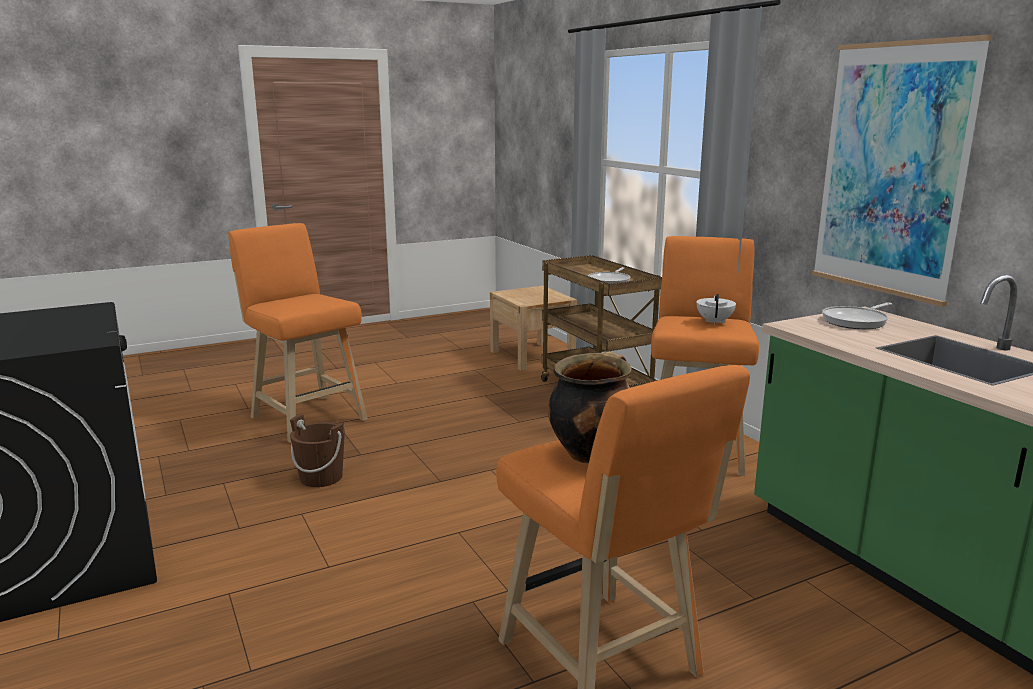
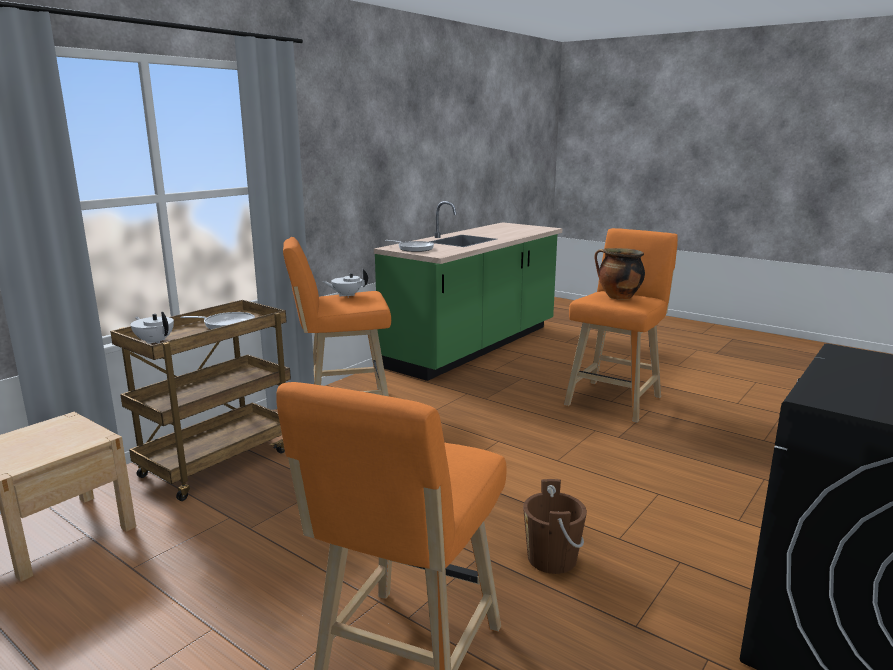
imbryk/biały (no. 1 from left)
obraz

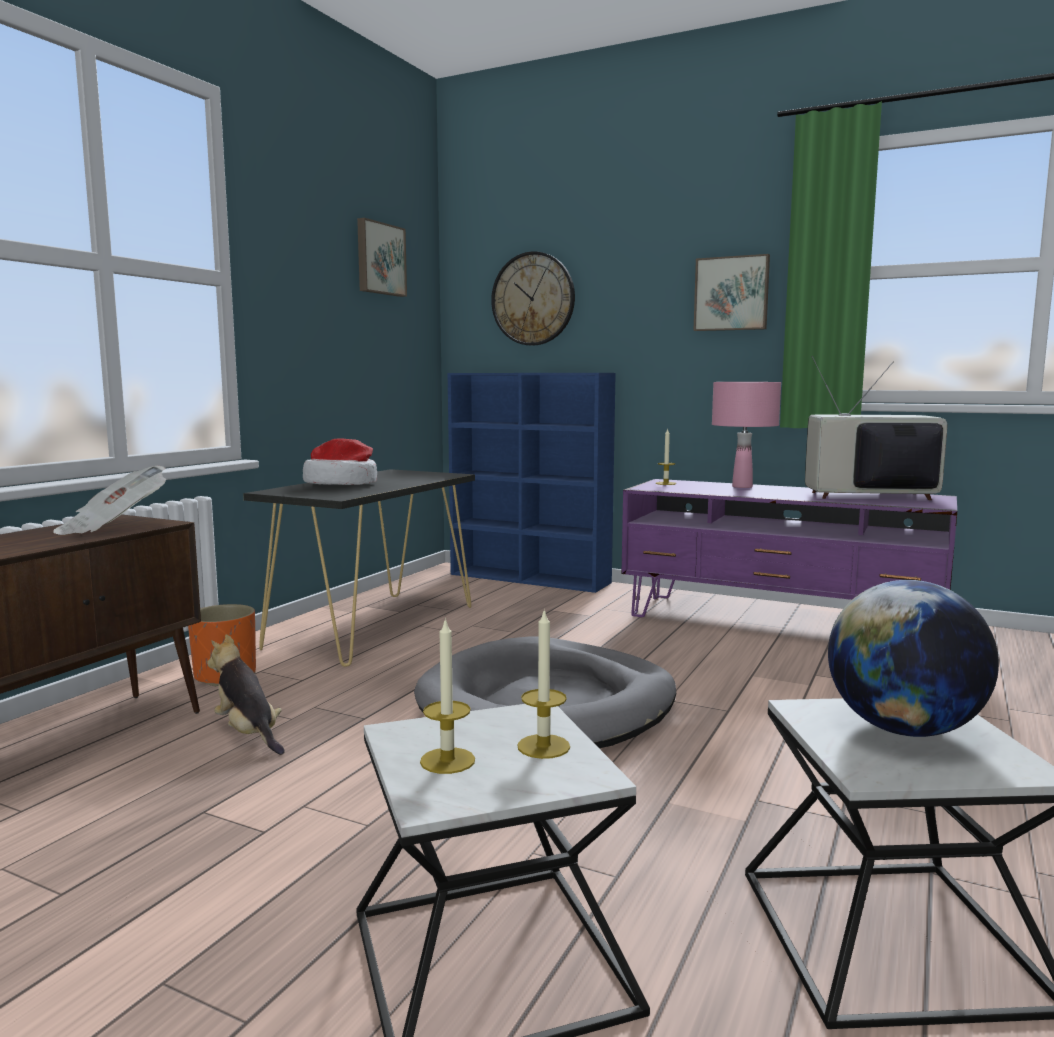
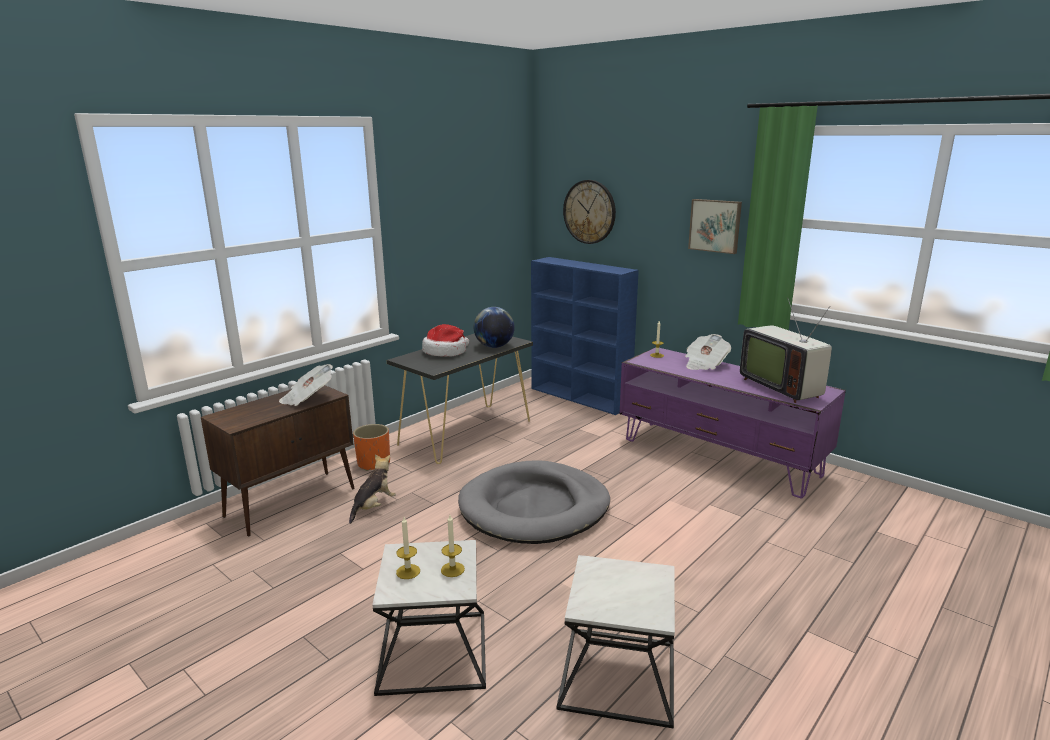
pluszak
globus
gazeta (no. 2 from left)
telewizor
obraz (no. 1 from left in the first image)

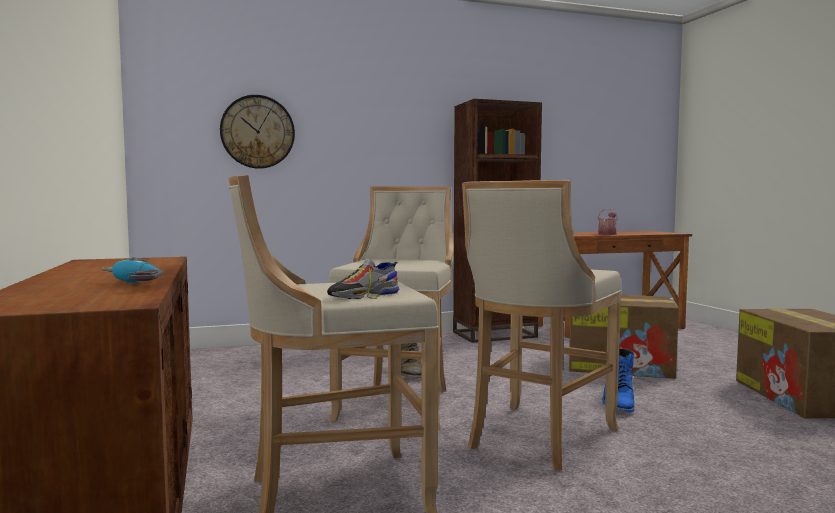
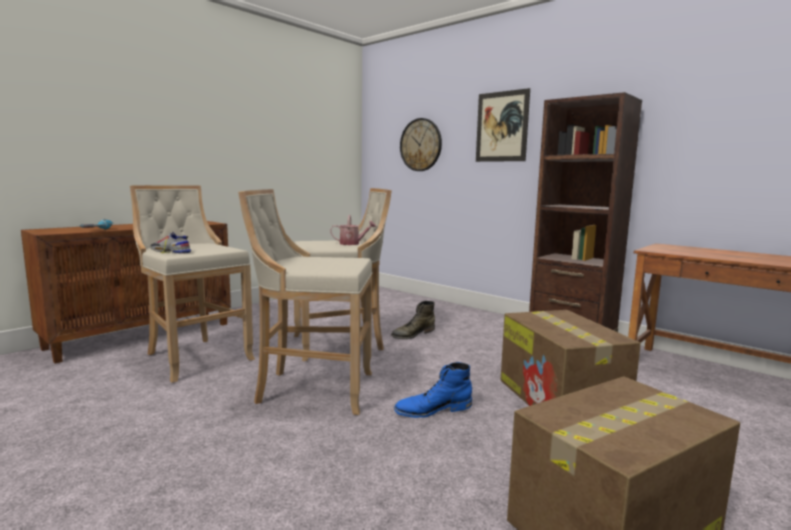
konewka
obraz

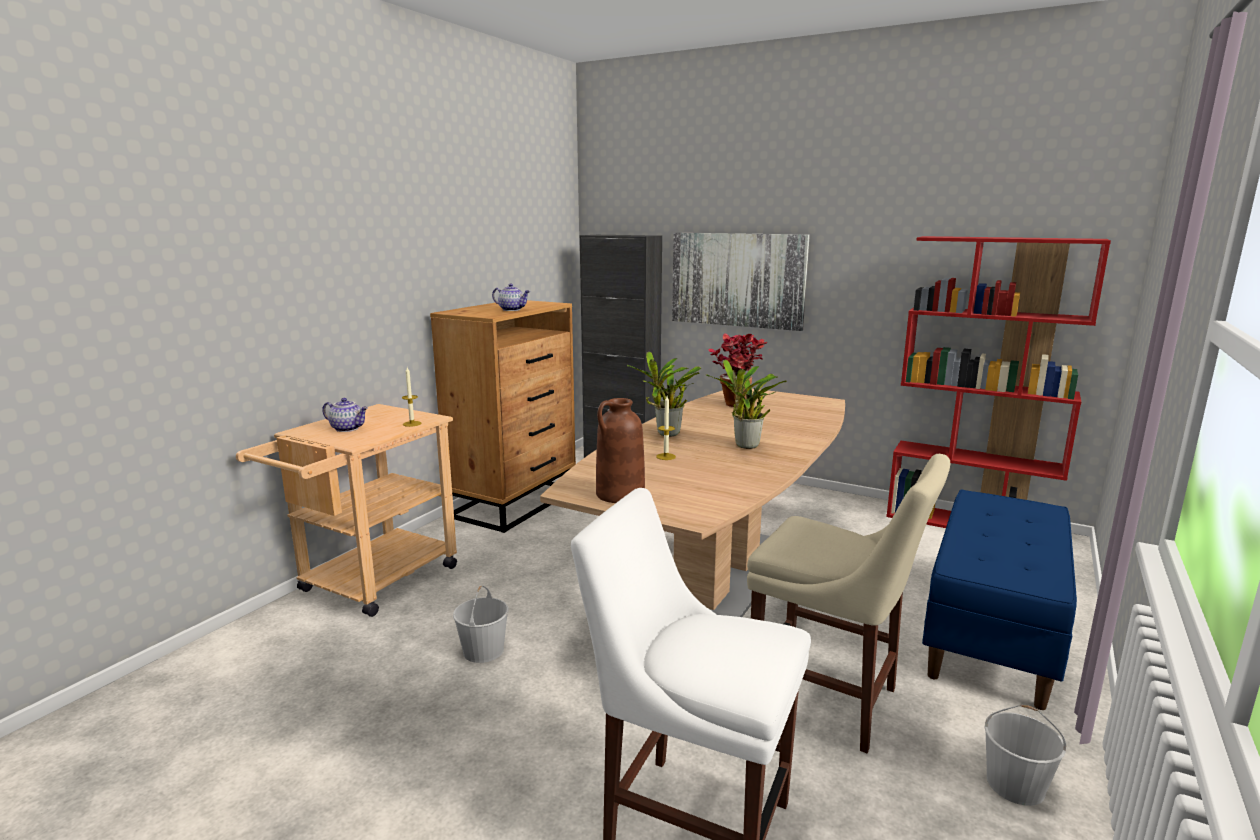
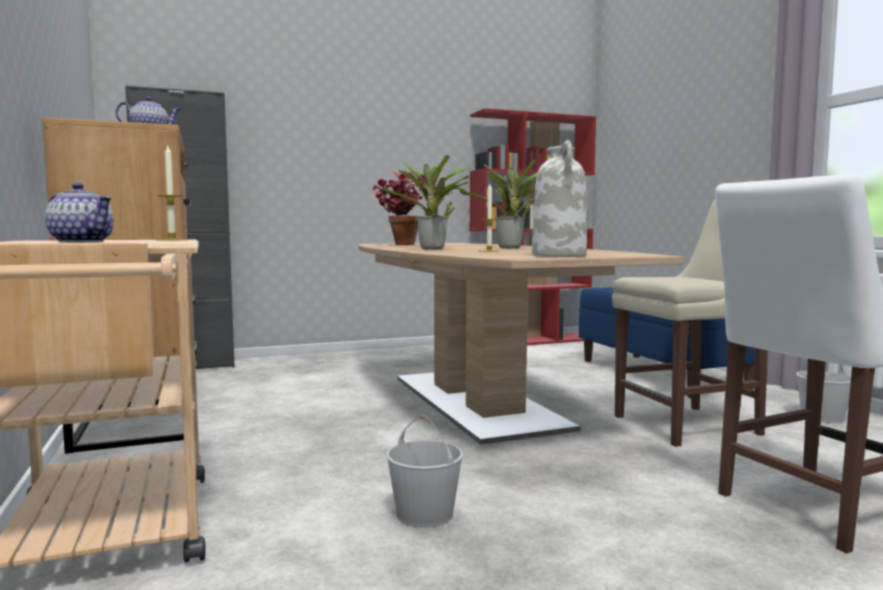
imbryk (no. 1 from left)
wazon/biały
obraz

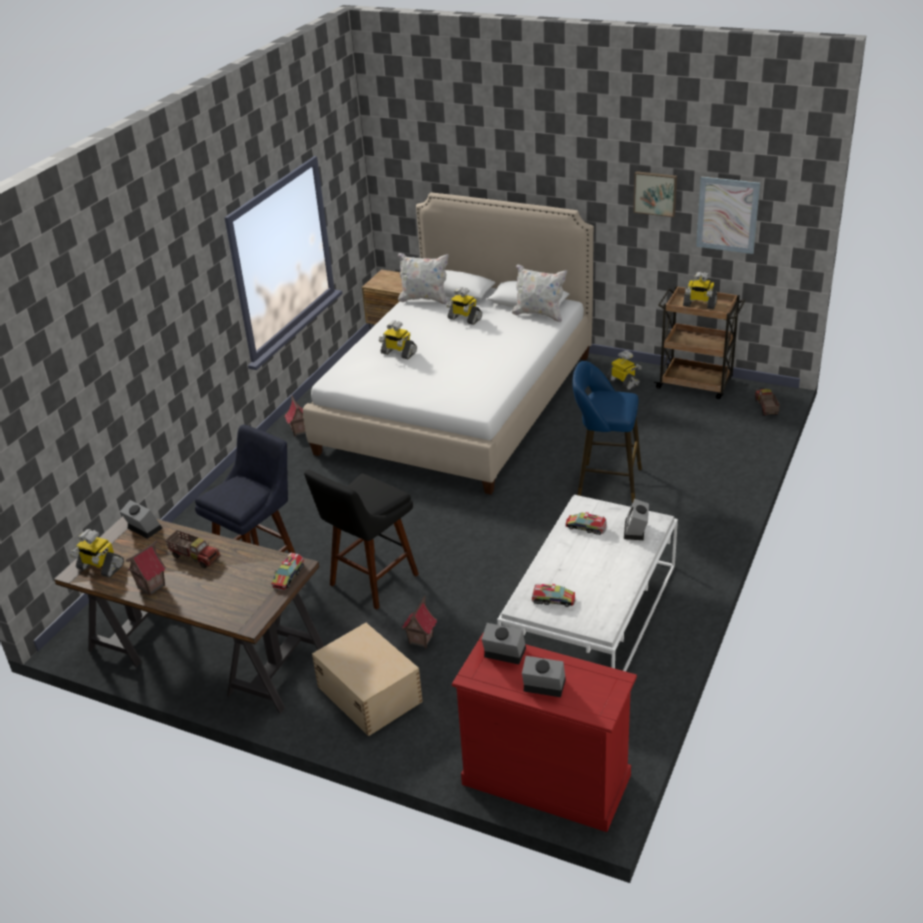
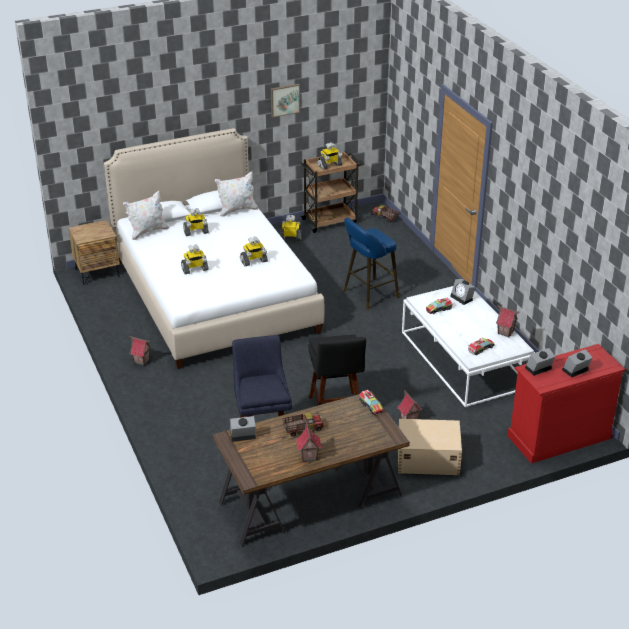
robot zabawkowy (no. 3 from left)
domek (no. 4 from left)
obraz (no. 2 from left in the first image)

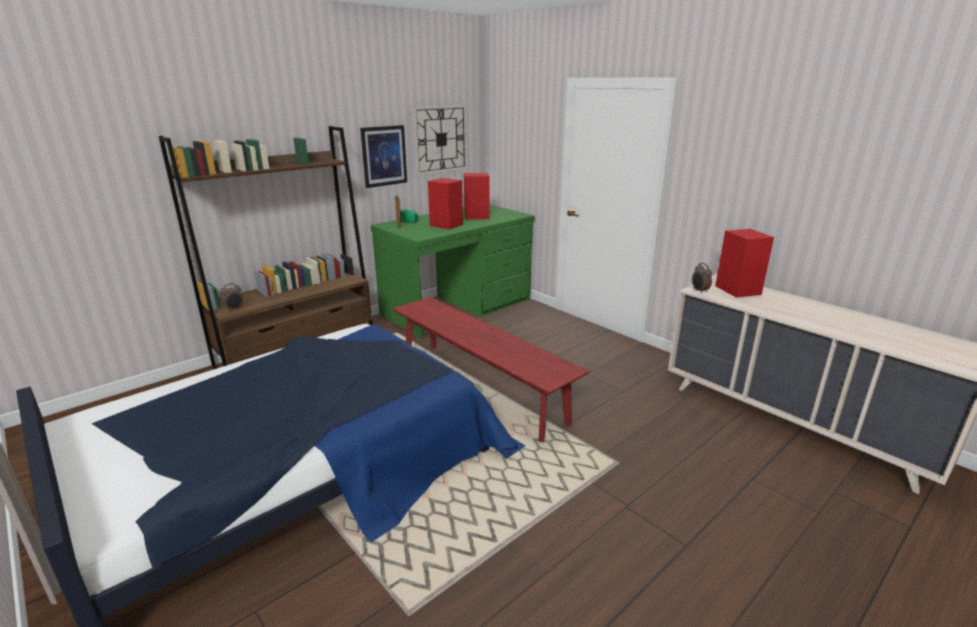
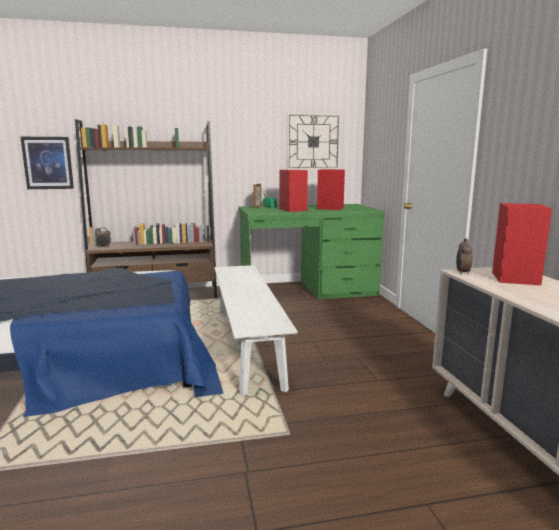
obraz
ławka/biały

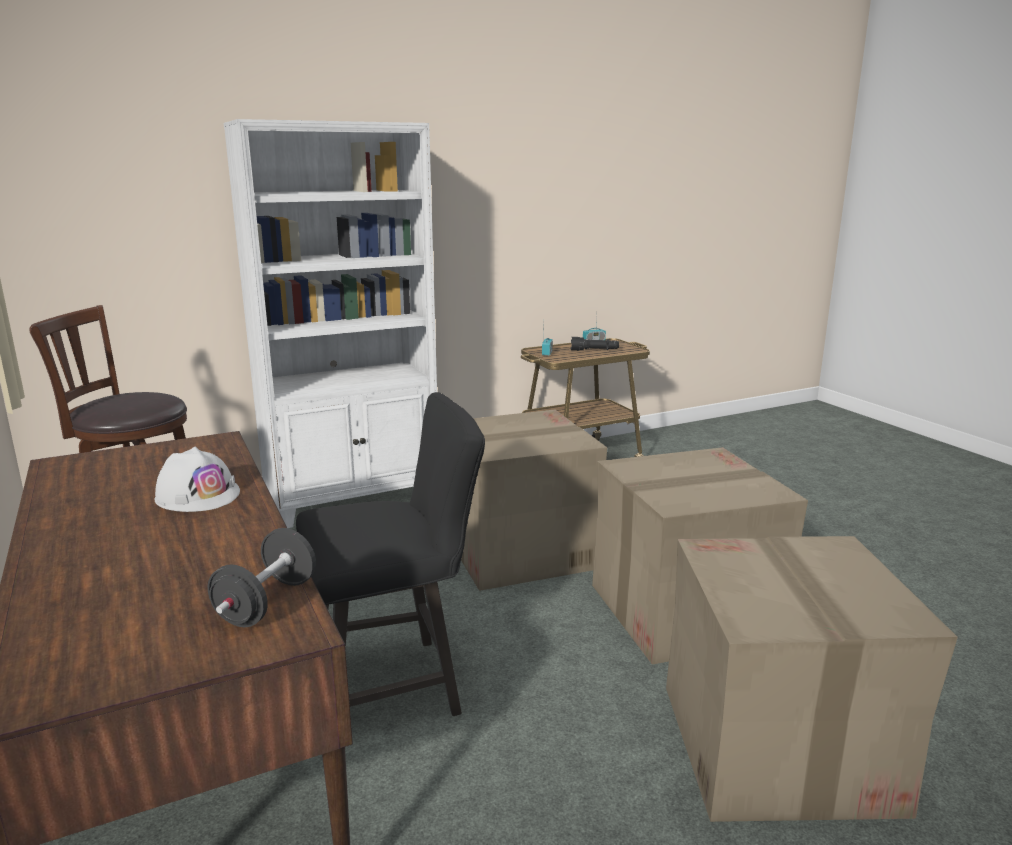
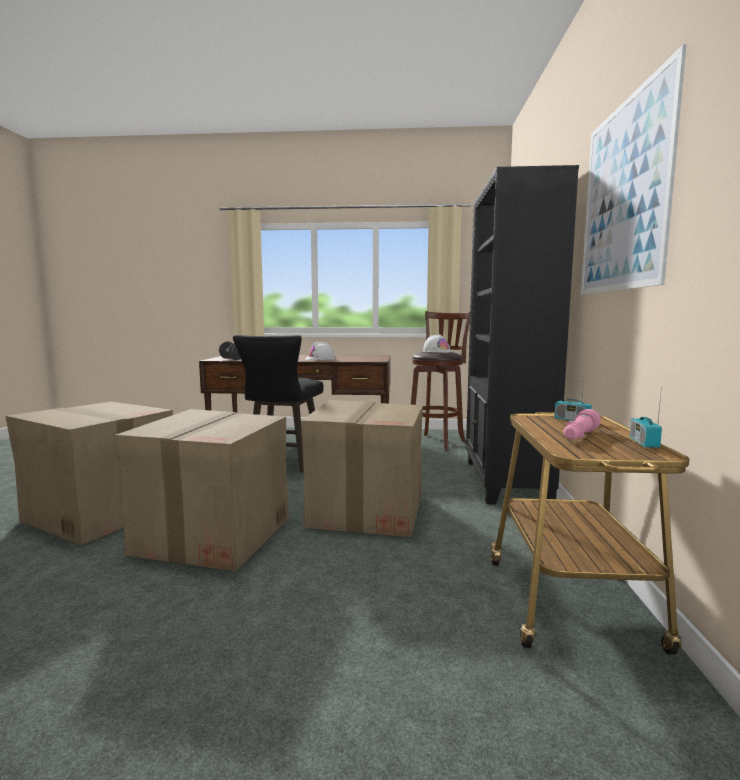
kask/biały (no. 2 from left)
regał/czarny
latarka/różowy
obraz

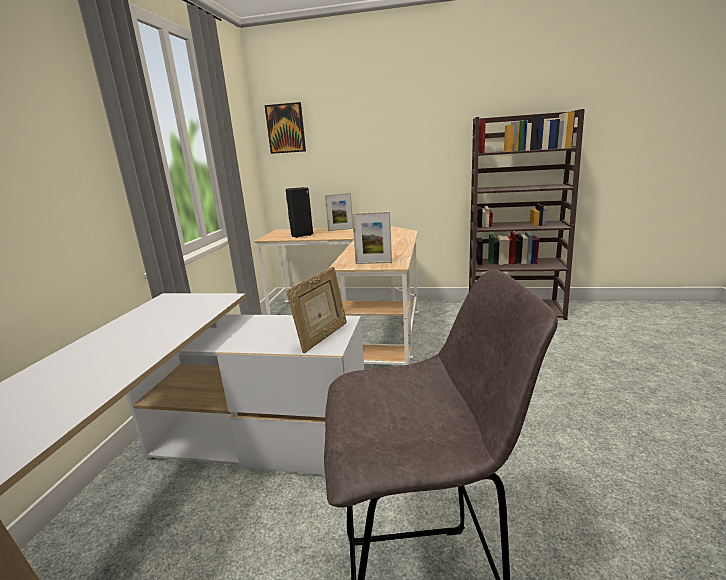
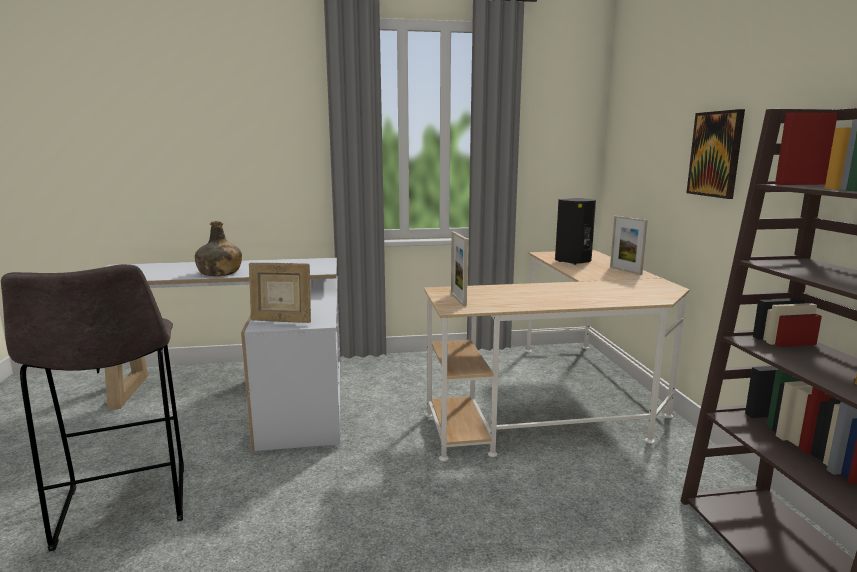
butelka/zielony
obraz

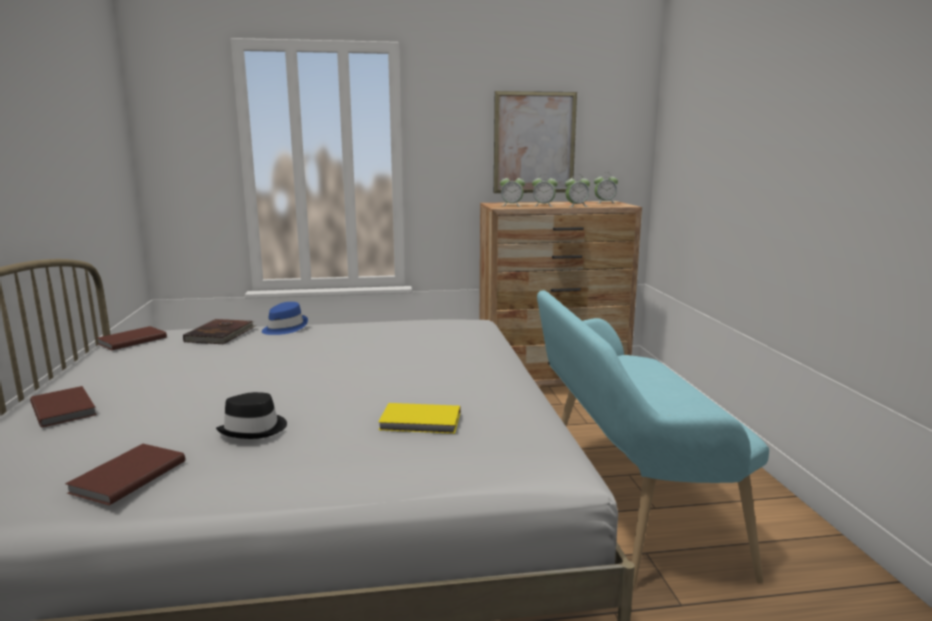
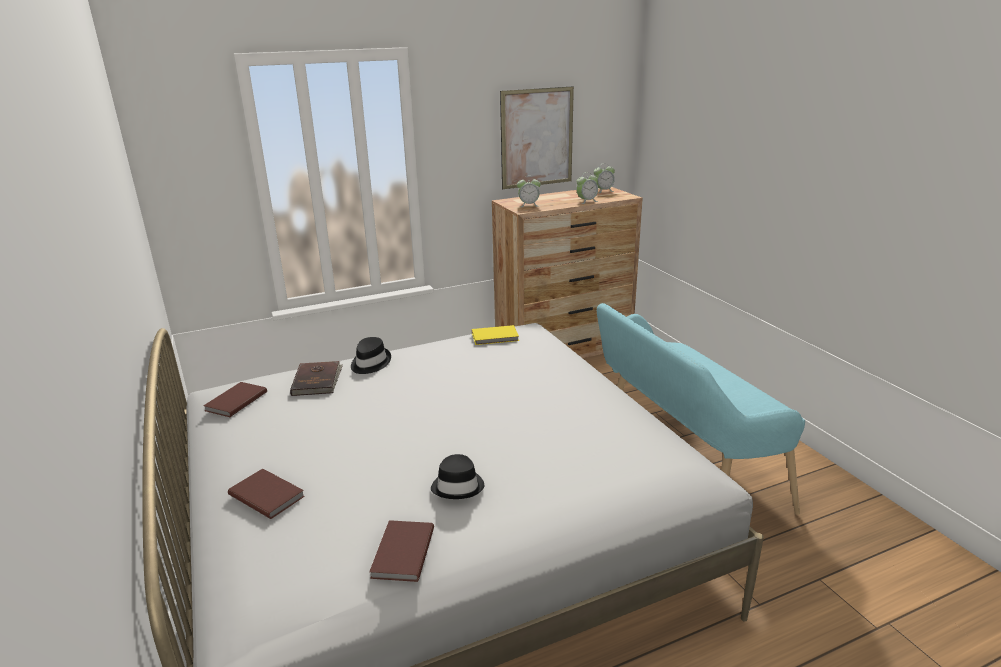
kapelusz/czarny (no. 1 from left)
książka/żółty
budzik (no. 2 from left in the first image)

